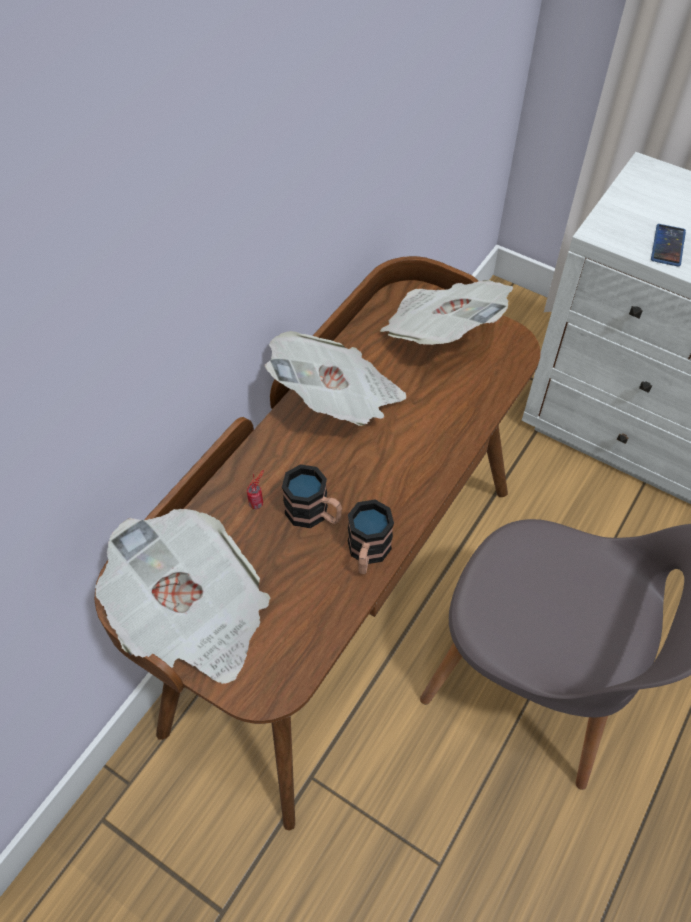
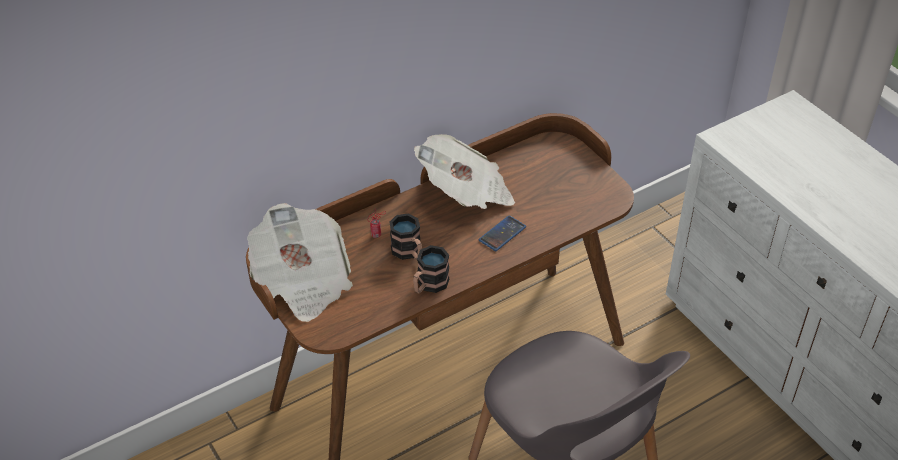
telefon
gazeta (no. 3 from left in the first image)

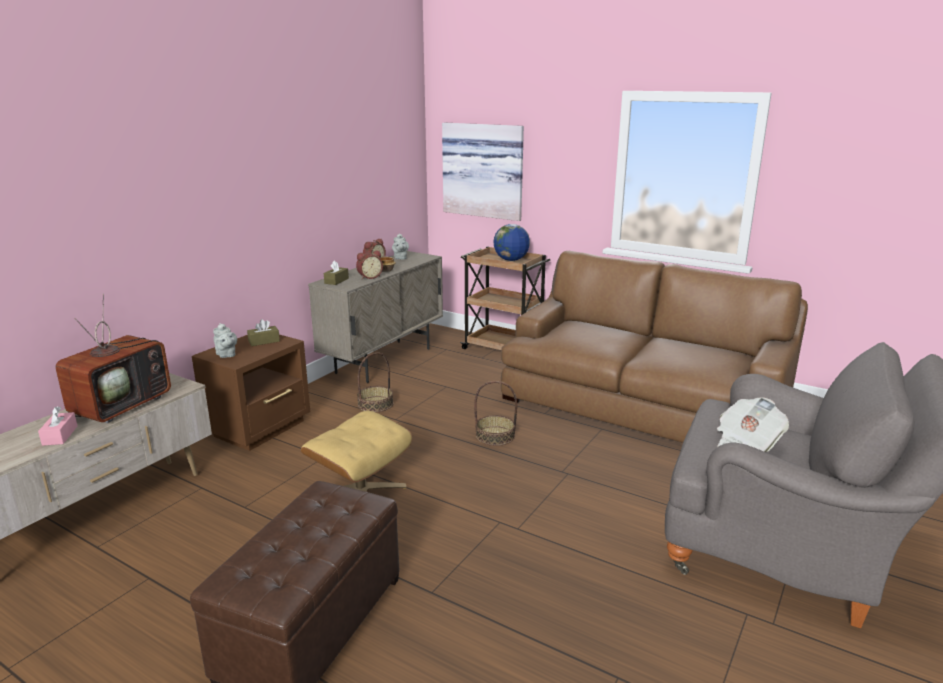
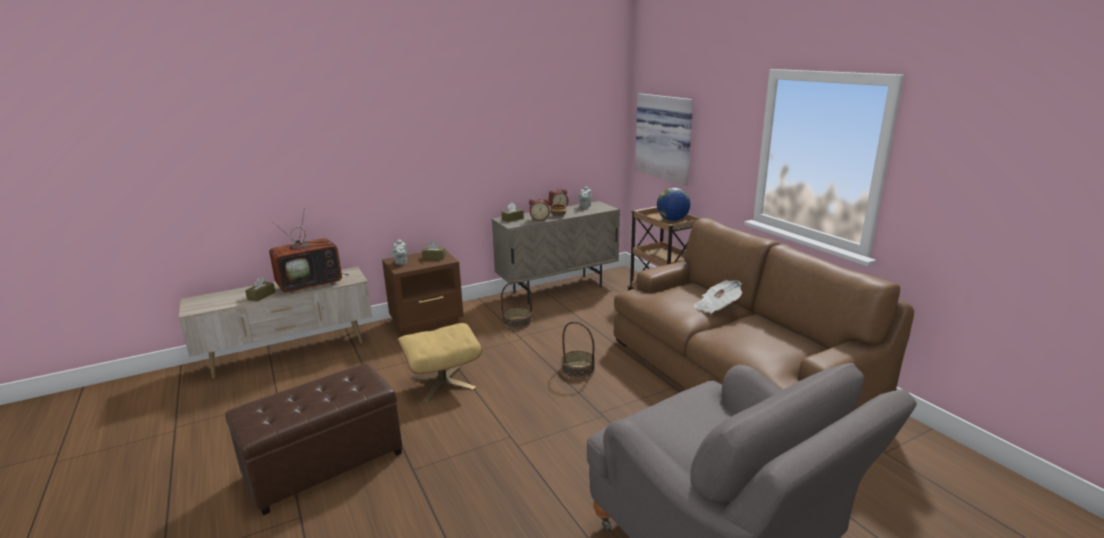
pudełko chusteczek/brązowy (no. 1 from left)
gazeta

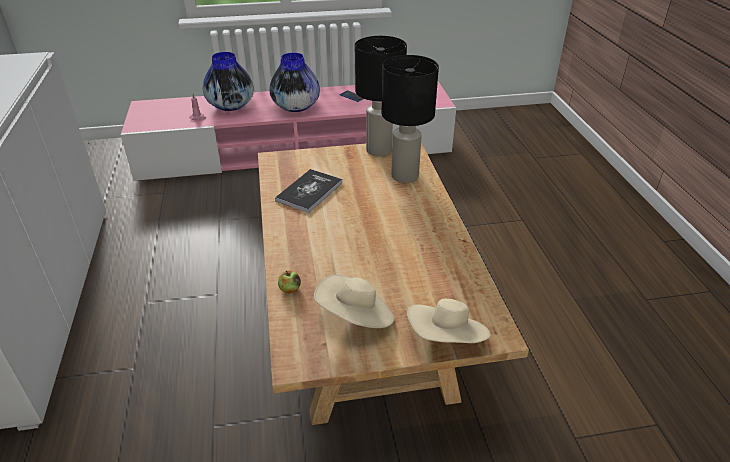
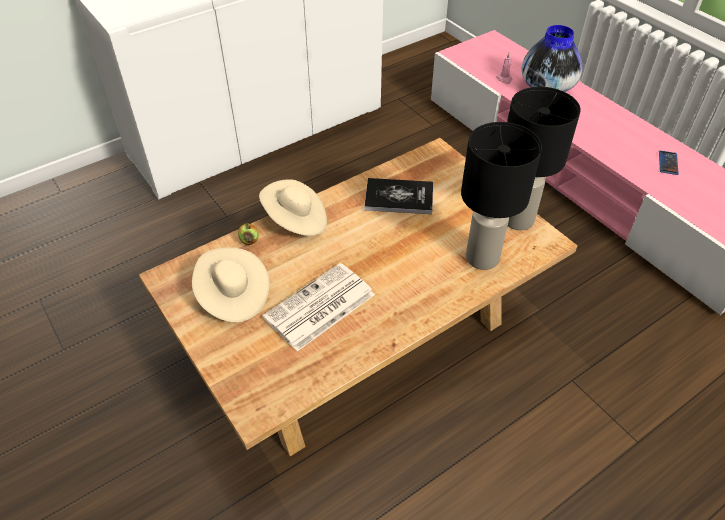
kapelusz/beżowy (no. 2 from left)
gazeta
wazon (no. 2 from left in the first image)

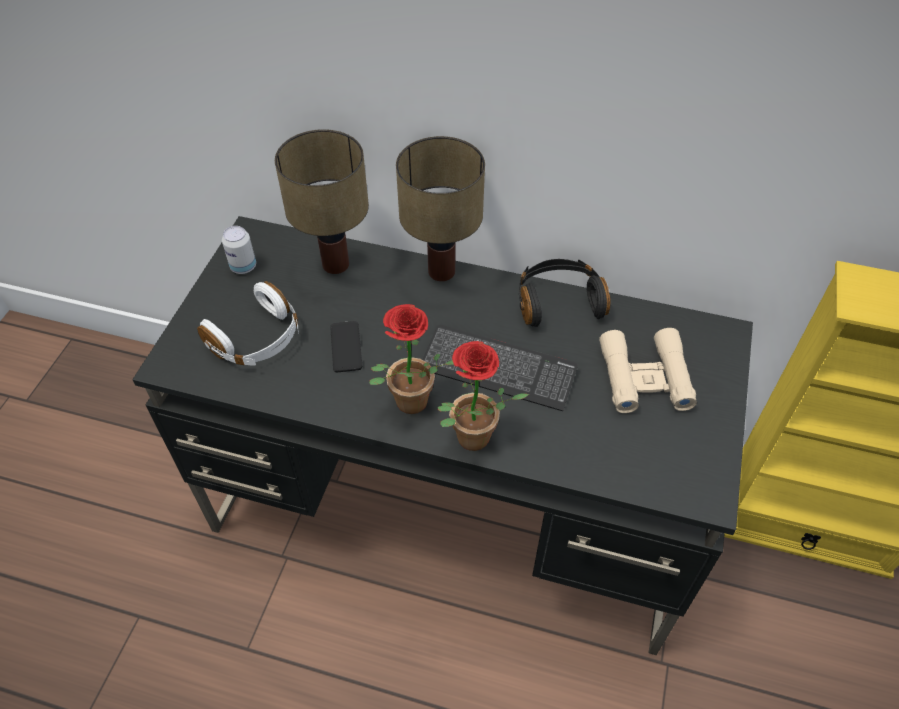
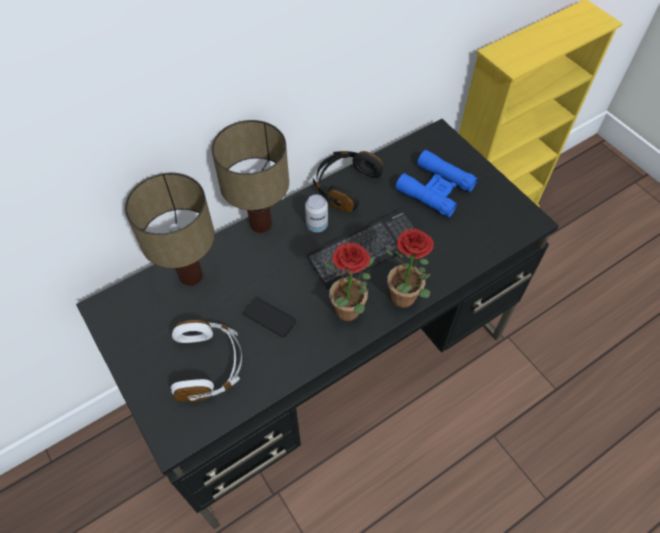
puszka
lornetka/niebieski

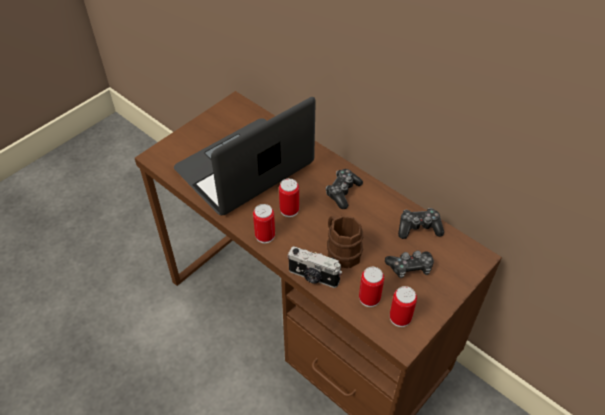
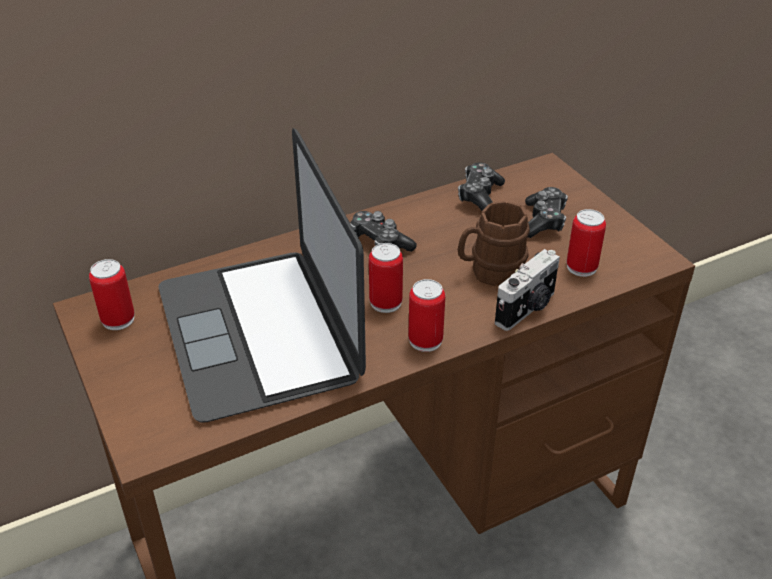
puszka (no. 1 from left)

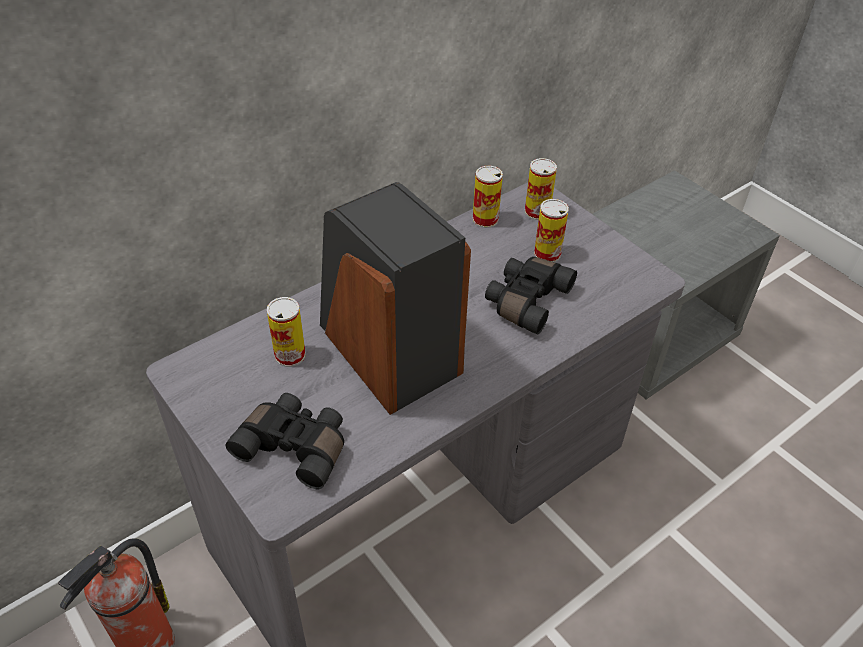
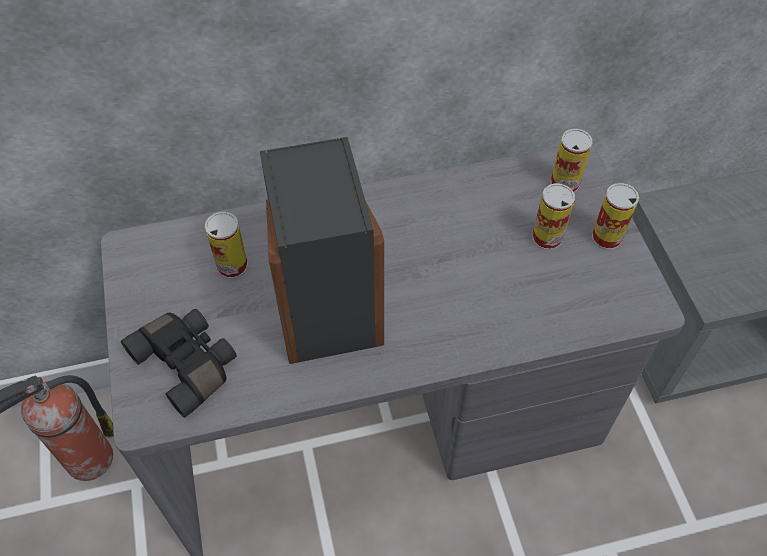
puszka (no. 4 from left)
lornetka/czarny (no. 2 from left in the first image)

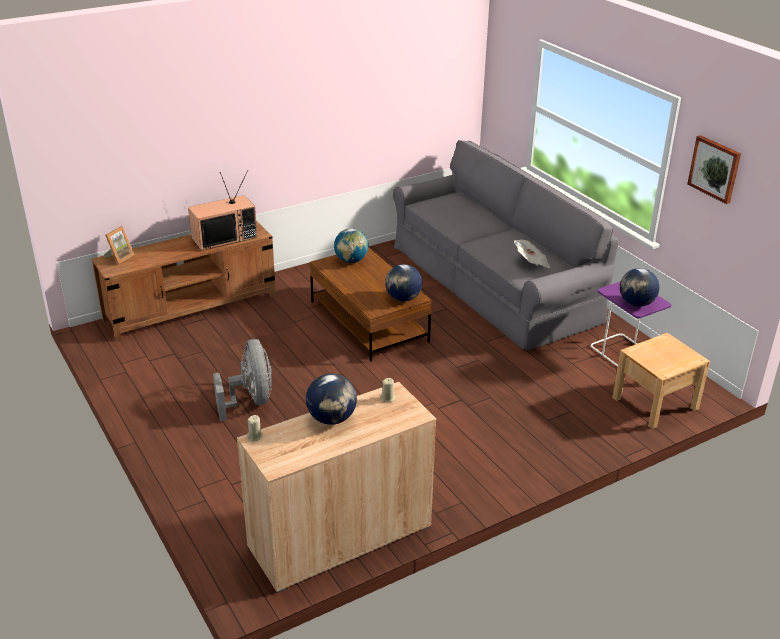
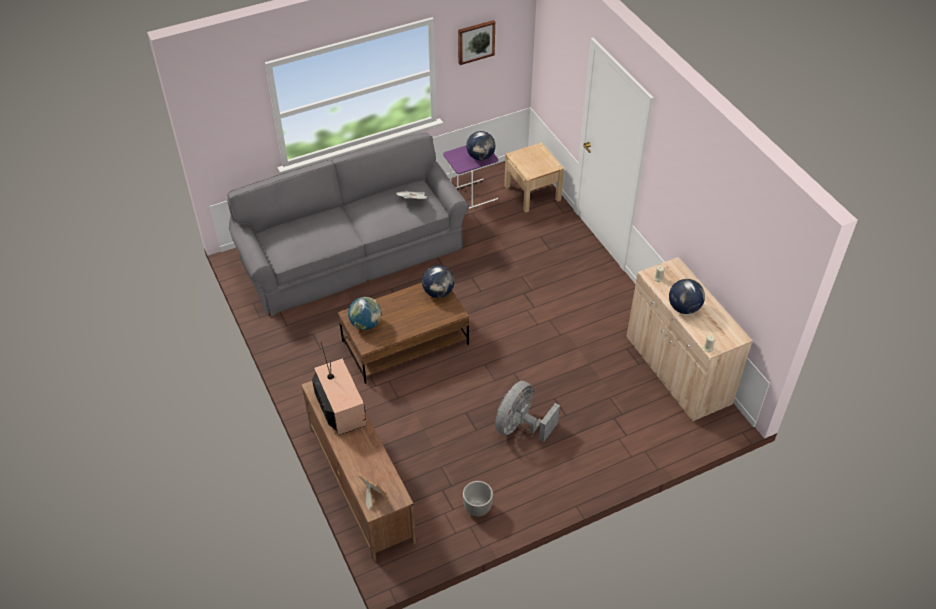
donica
wentylator/szary

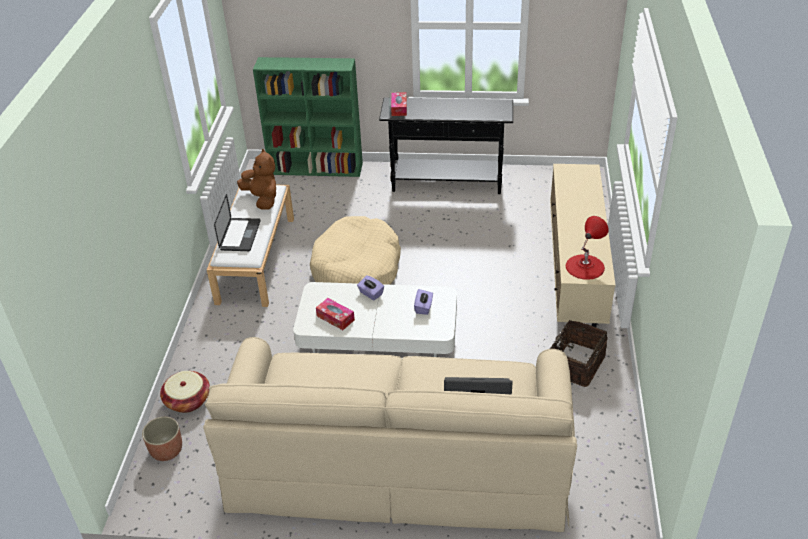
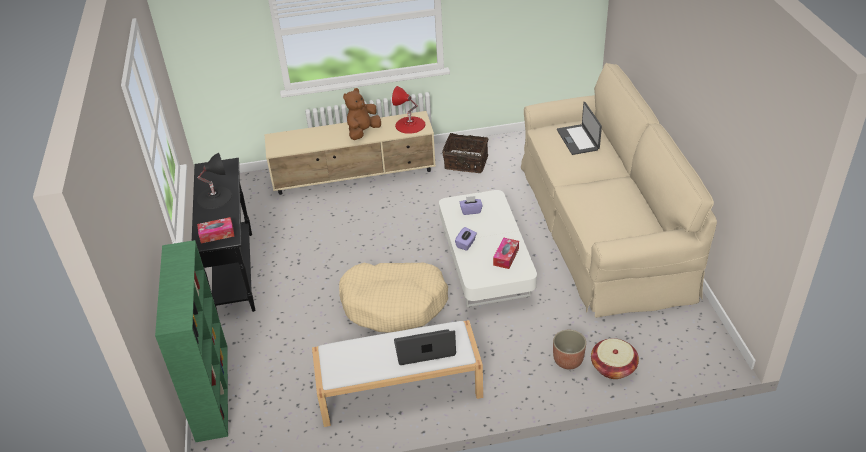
lampa stołowa/czarny
pluszak/brązowy
donica

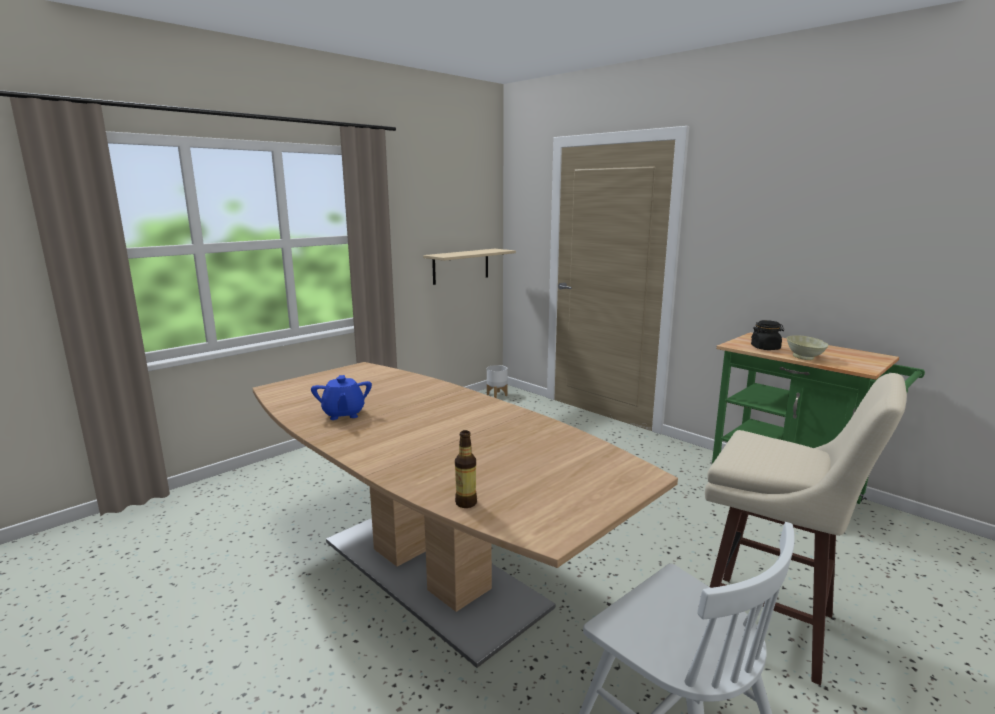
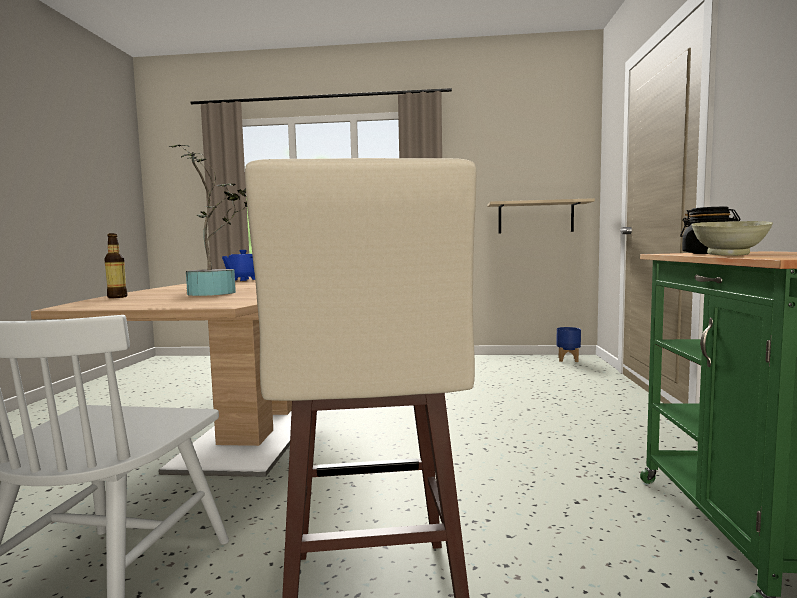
roślina doniczkowa
donica/niebieski

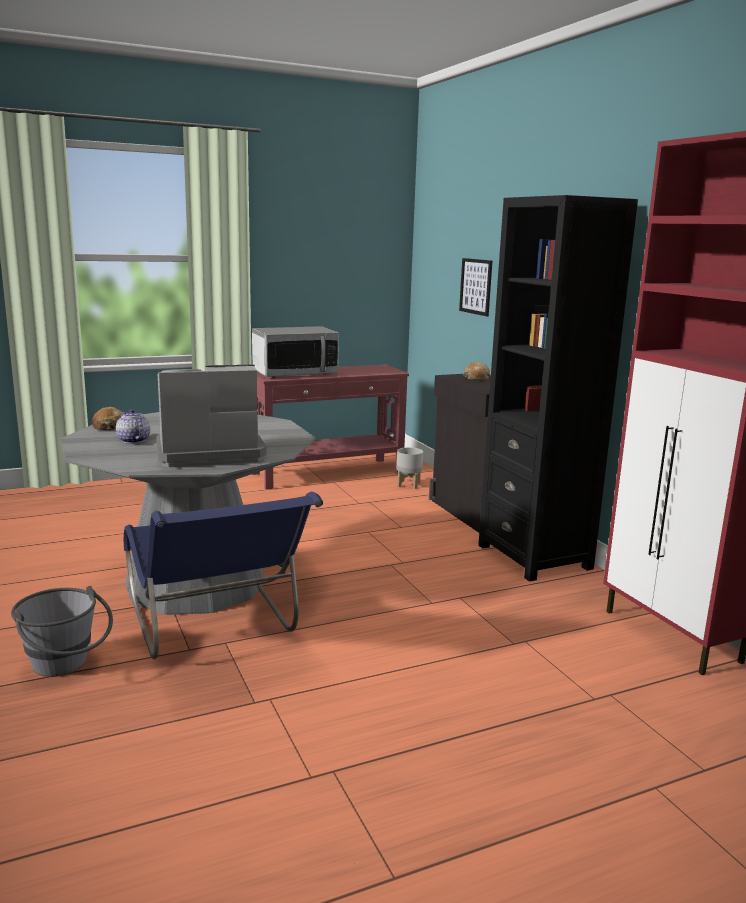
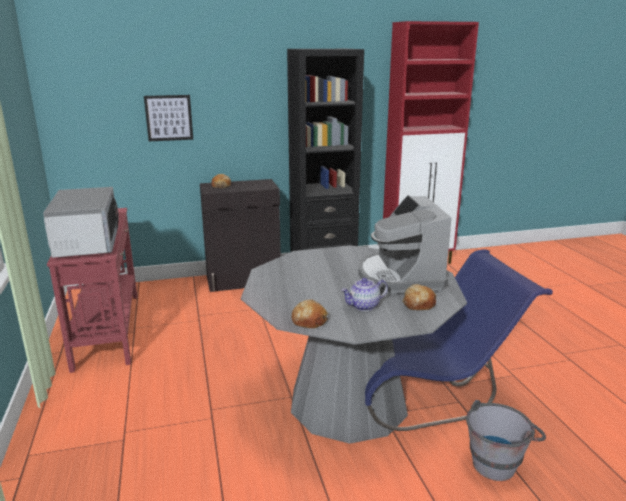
chleb (no. 3 from left)
donica/szary

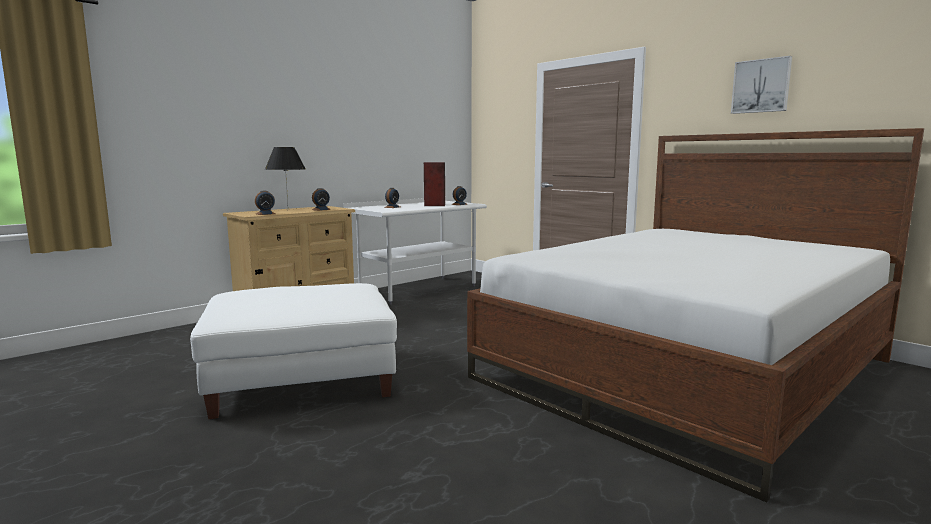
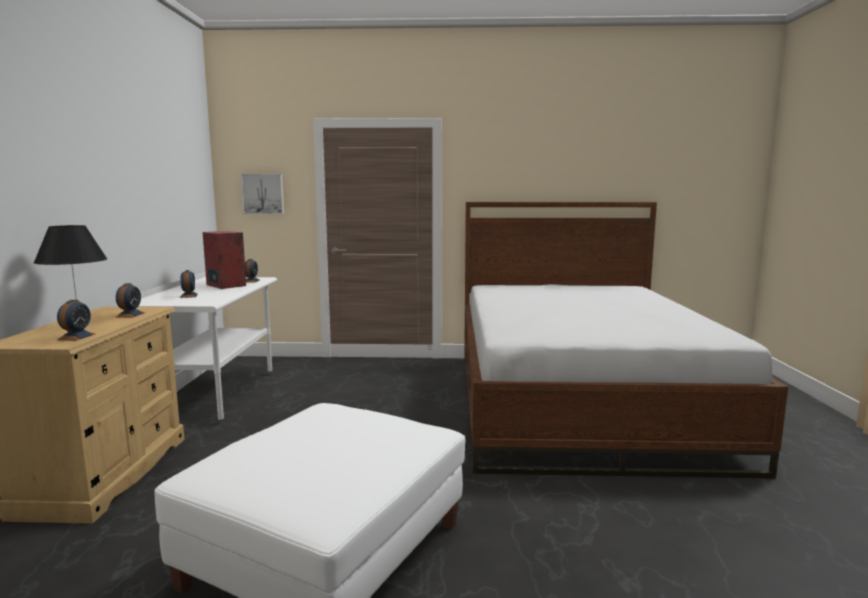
obraz

